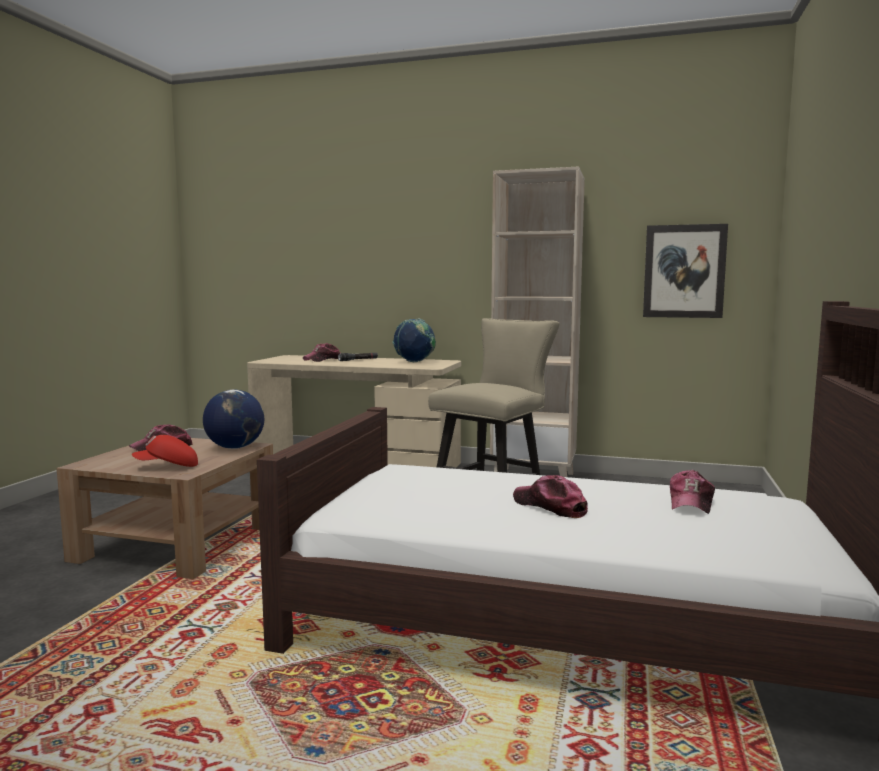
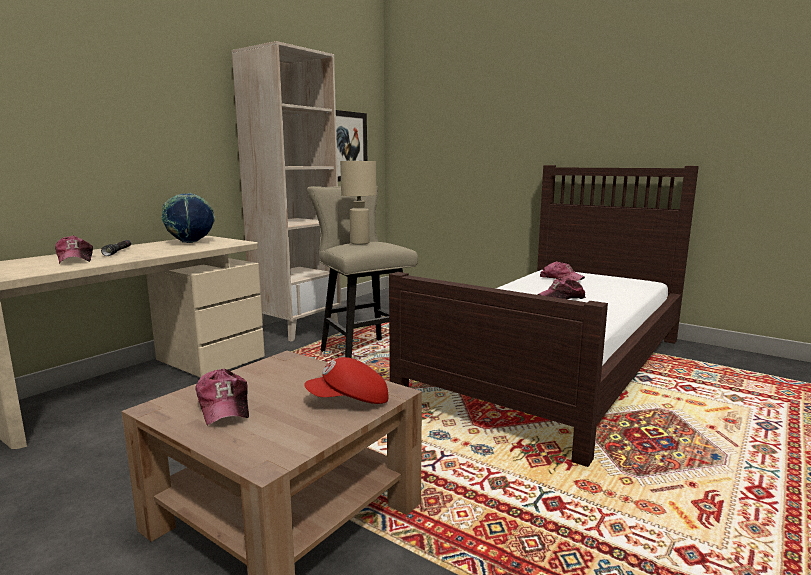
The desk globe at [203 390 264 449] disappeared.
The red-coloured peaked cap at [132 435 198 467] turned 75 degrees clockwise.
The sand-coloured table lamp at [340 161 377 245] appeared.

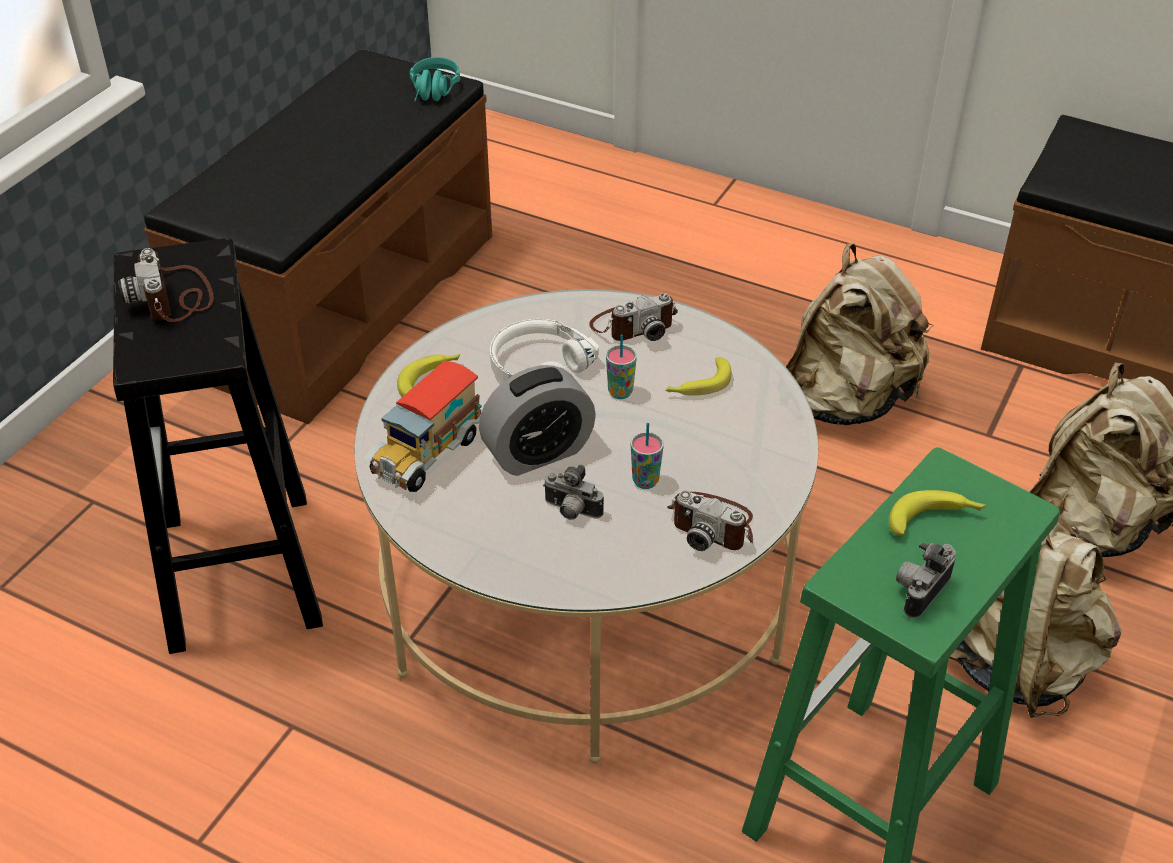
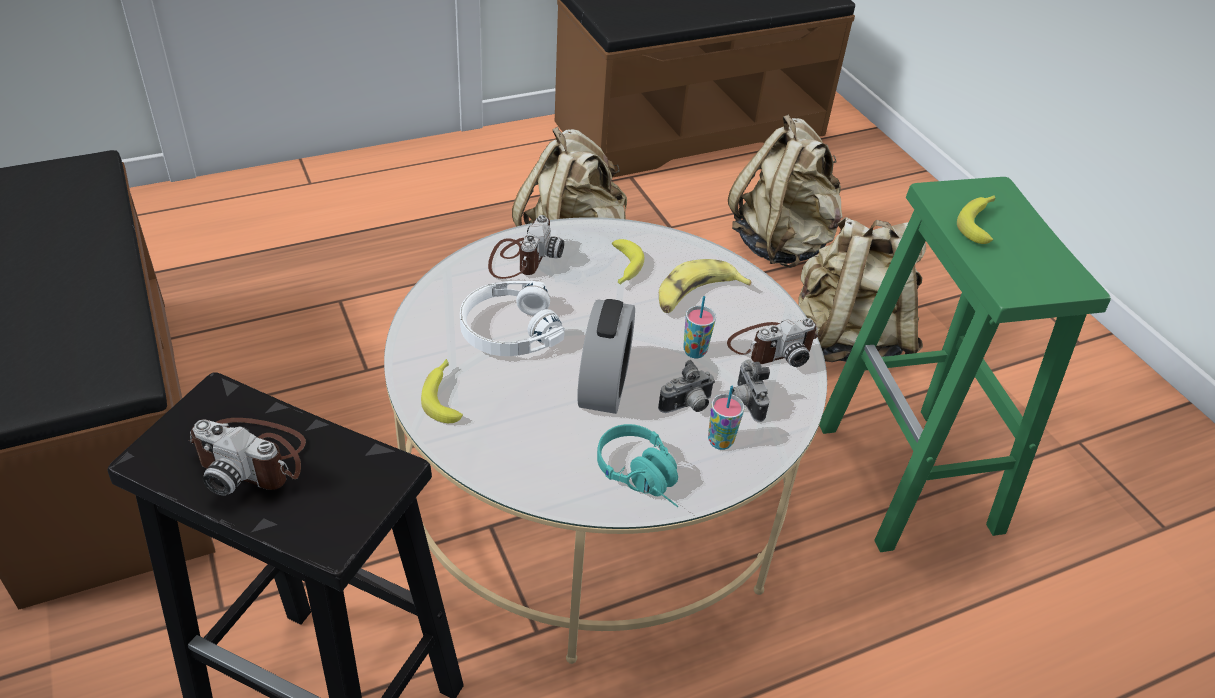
The turquoise headset moved from [409 57 460 102] to [597 424 678 507].
The drinking cup moved from [606 335 637 399] to [708 386 744 450].
The toy lorry at [364 361 482 492] disappeared.
The still camera moved from [896 542 956 618] to [732 360 770 422].
The banana at [659 259 751 313] appeared.

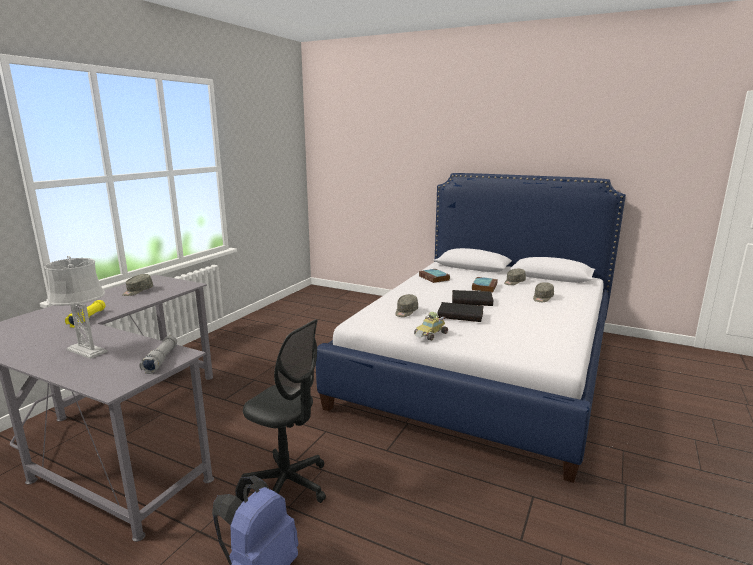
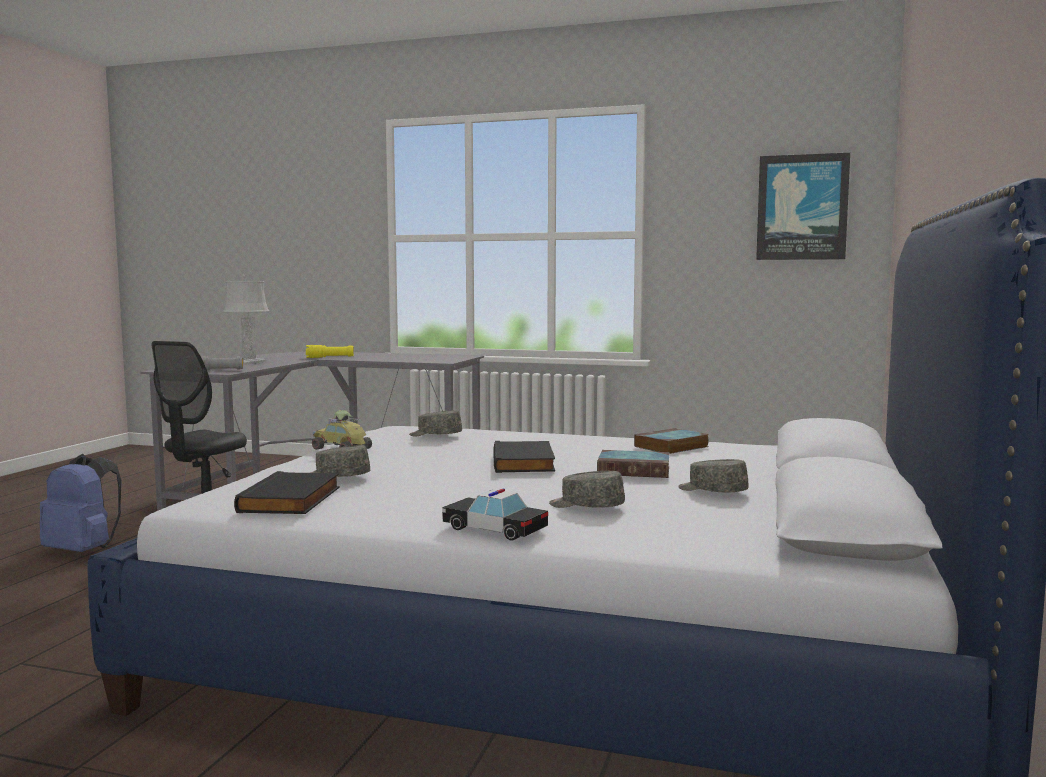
The greyish peaked cap moved from [122 274 153 296] to [310 445 370 477].
The blackish bound book moved from [437 302 484 322] to [234 471 340 514].
The wall picture at [756 153 850 260] appeared.
The miniature car at [442 489 548 541] appeared.

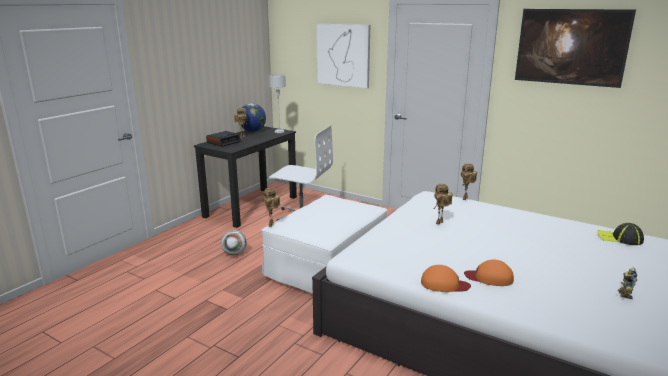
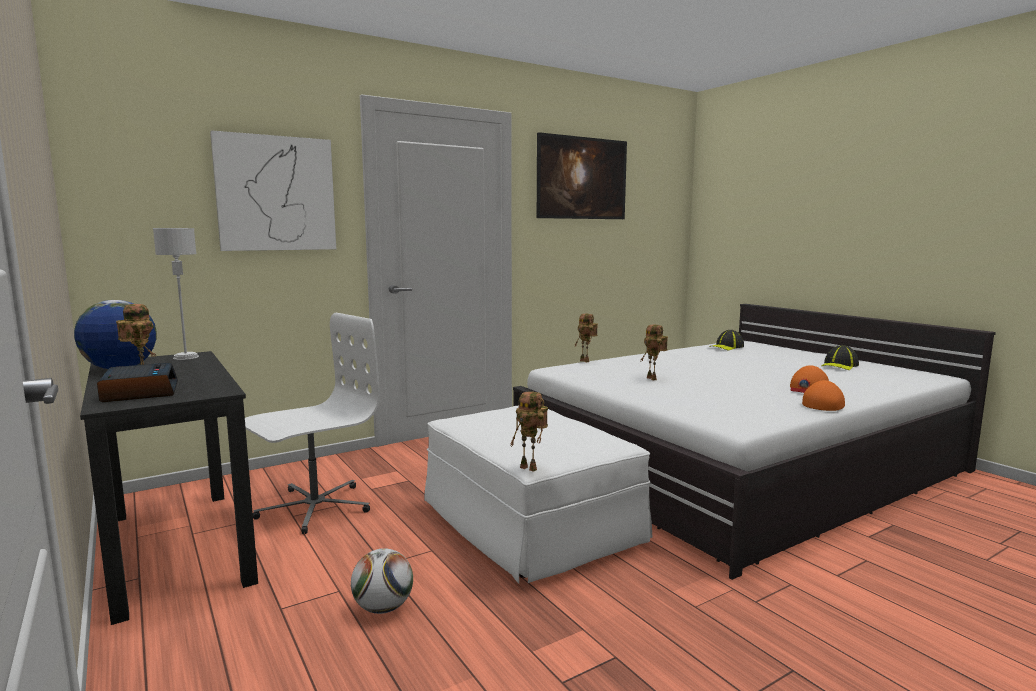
The toy robot at [618 268 638 299] was replaced by the peaked cap at [822 345 859 371].

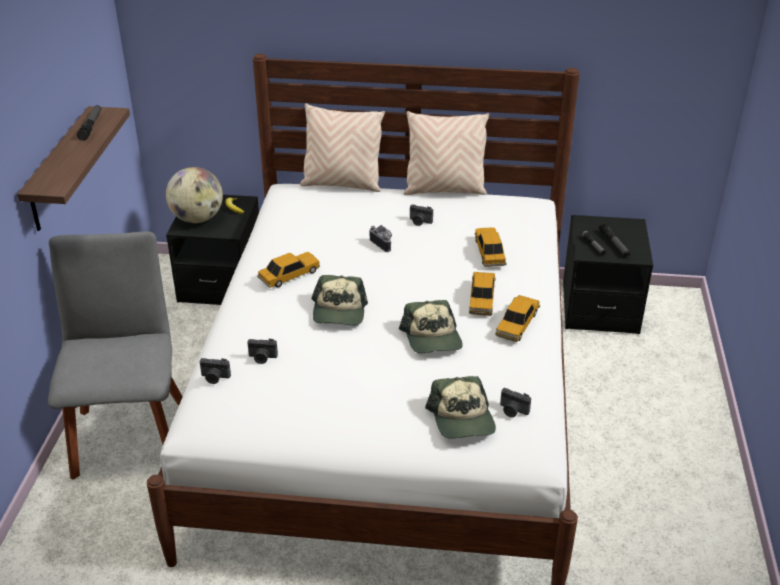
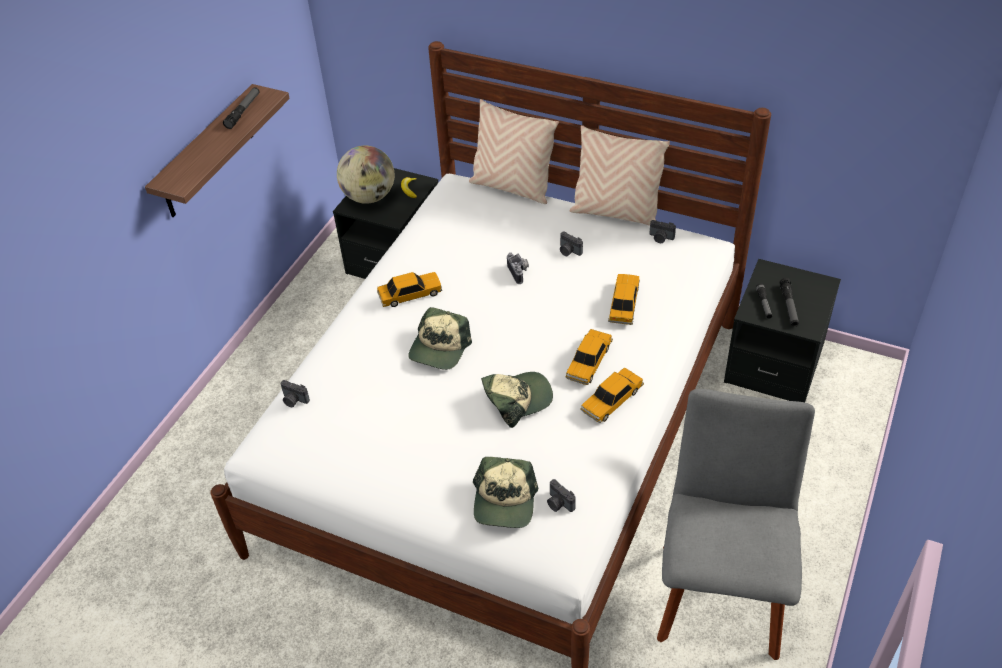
The greyish plain chair moved from [48 231 183 480] to [657 389 815 660].
The peaked cap at [399 300 463 353] turned 120 degrees counterclockwise.
The still camera moved from [247 339 278 364] to [649 220 676 243].

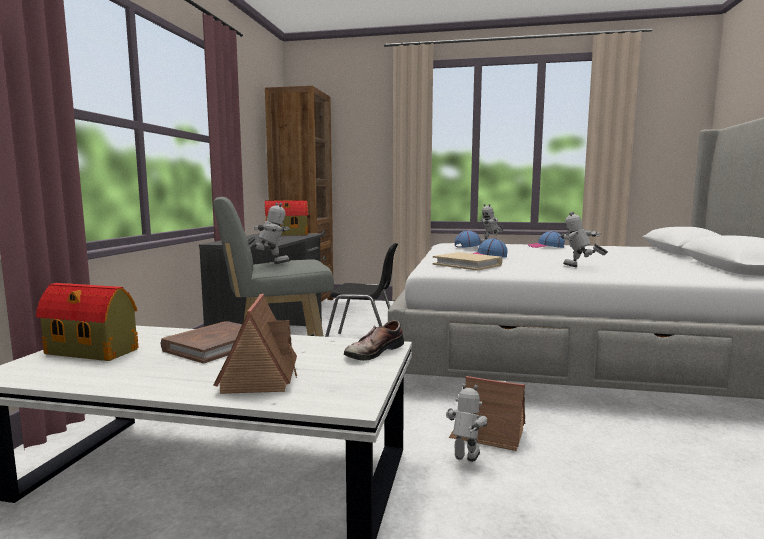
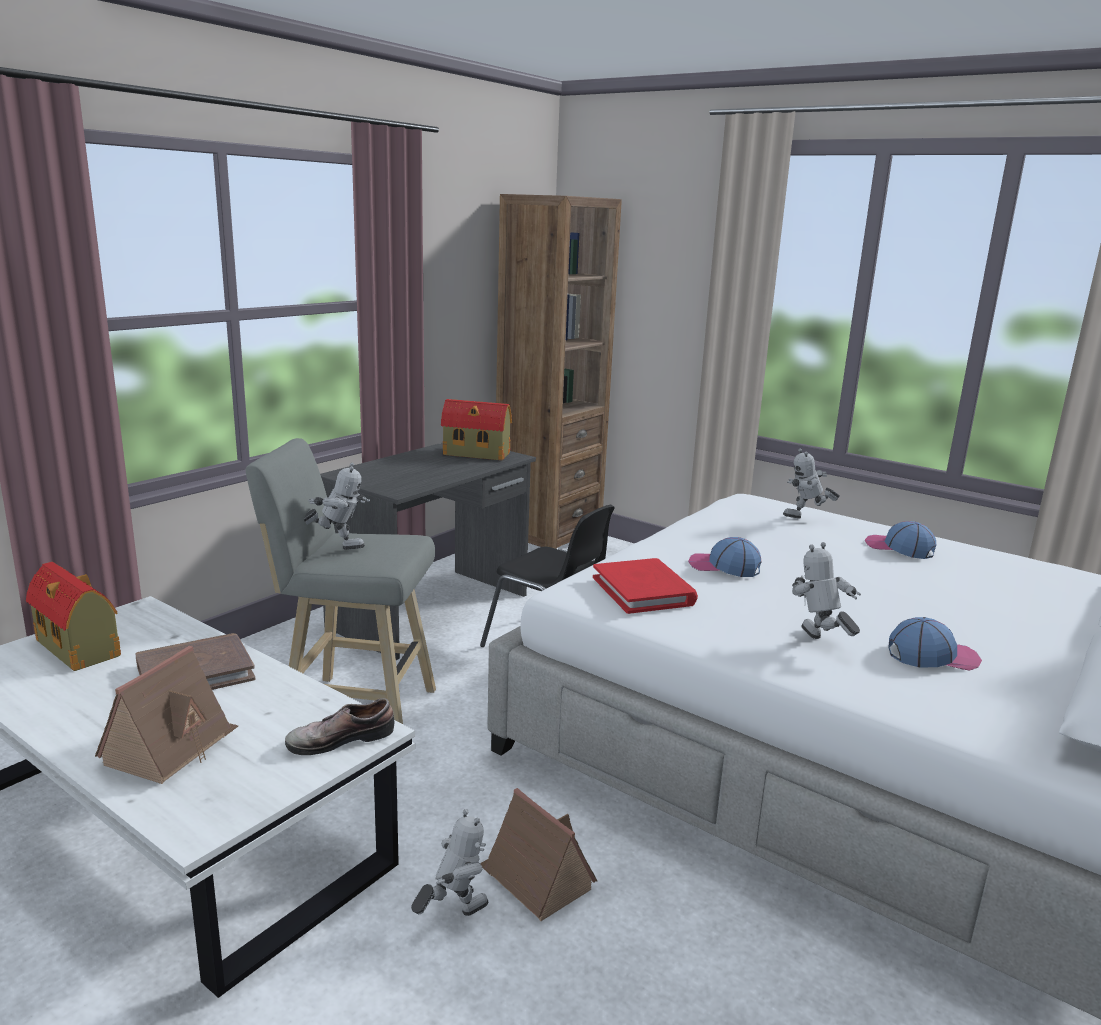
The peaked cap moved from [455 230 481 248] to [889 617 982 671].
The sand-coloured bound book at [433 252 503 271] became the red-coloured bound book at [593 558 698 614].

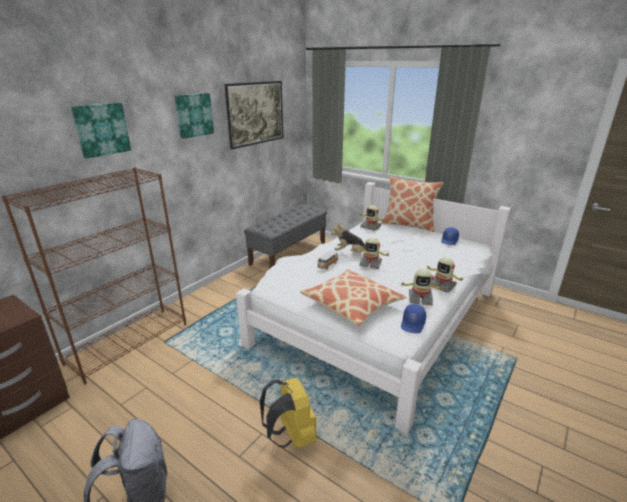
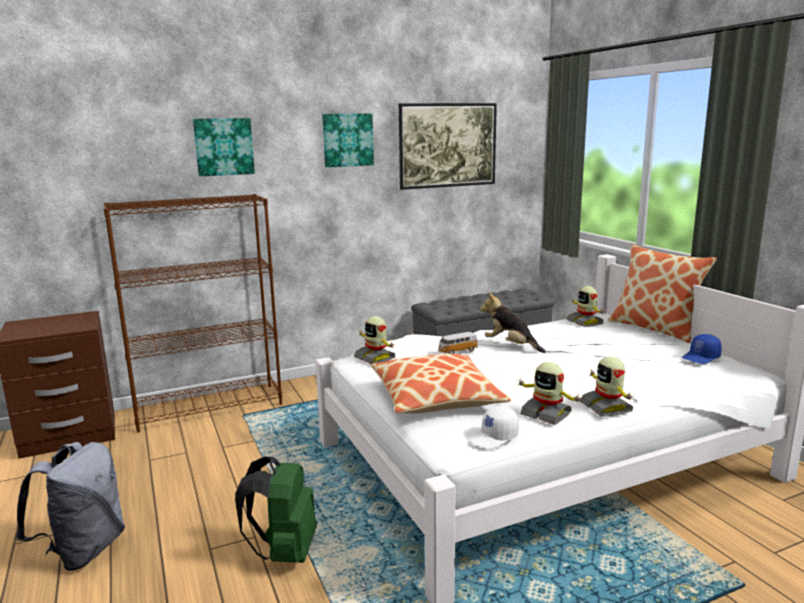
The toy robot moved from [353 238 390 269] to [354 316 396 364].
The blue peaked cap at [401 304 426 333] became the white-coloured peaked cap at [469 406 519 449].
The yellowish rucksack at [260 378 317 448] became the green-coloured rucksack at [235 456 317 563].

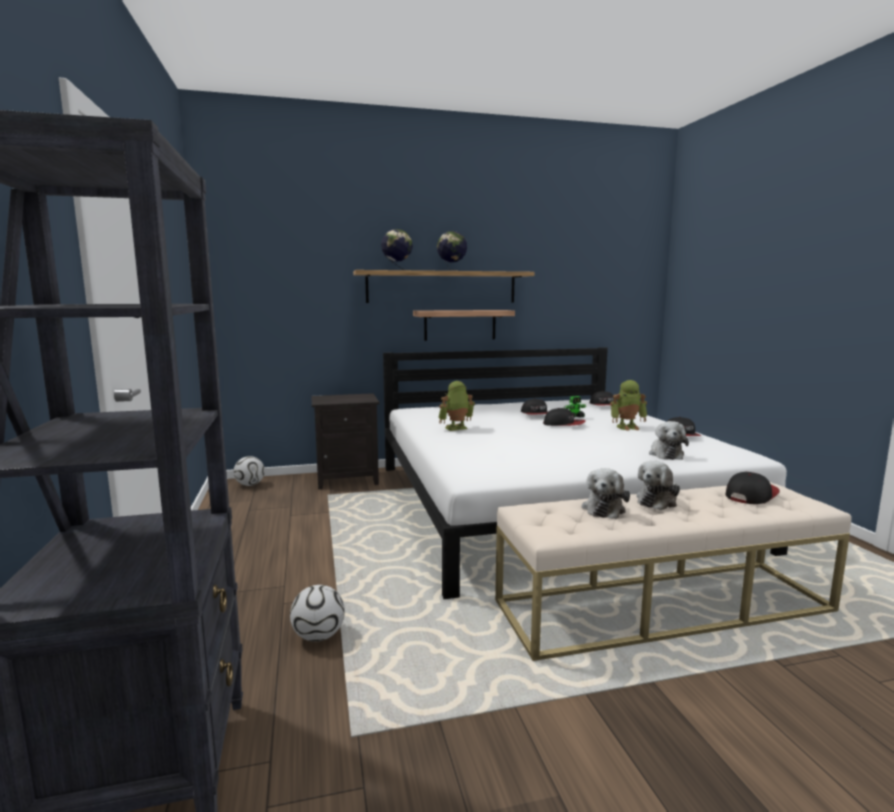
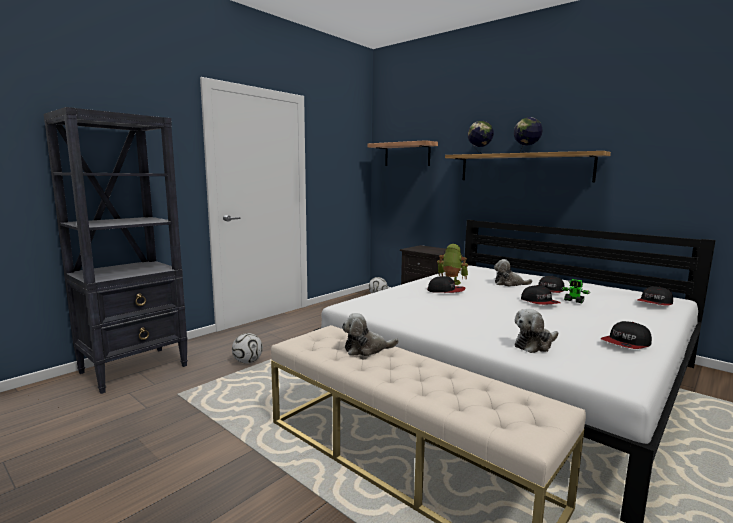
The bracket shelf moved from [413 310 515 341] to [367 140 438 166].
The toy robot at [610 380 647 431] disappeared.
The plush toy moved from [636 461 680 510] to [494 259 533 286].
The peaked cap moved from [726 472 780 504] to [427 276 465 293].

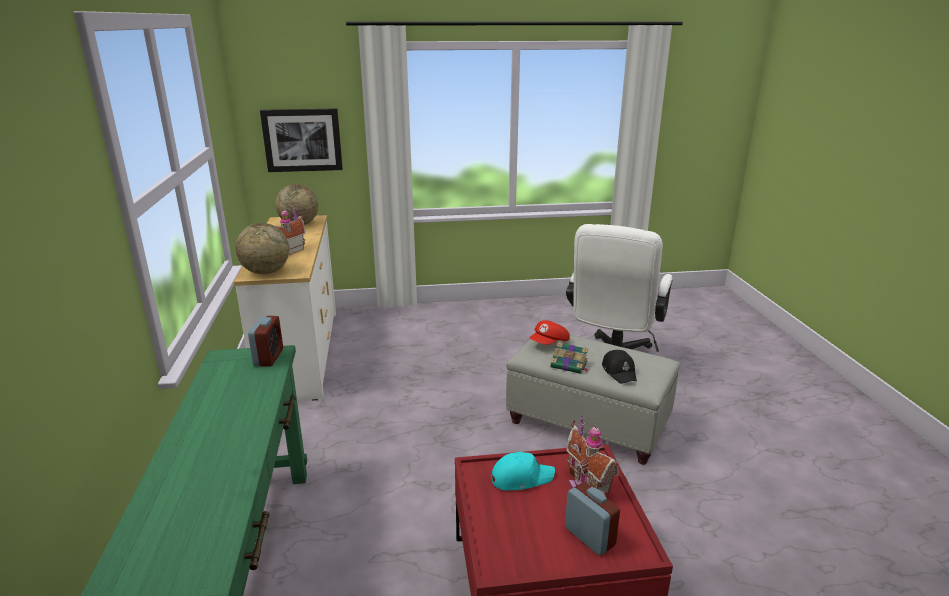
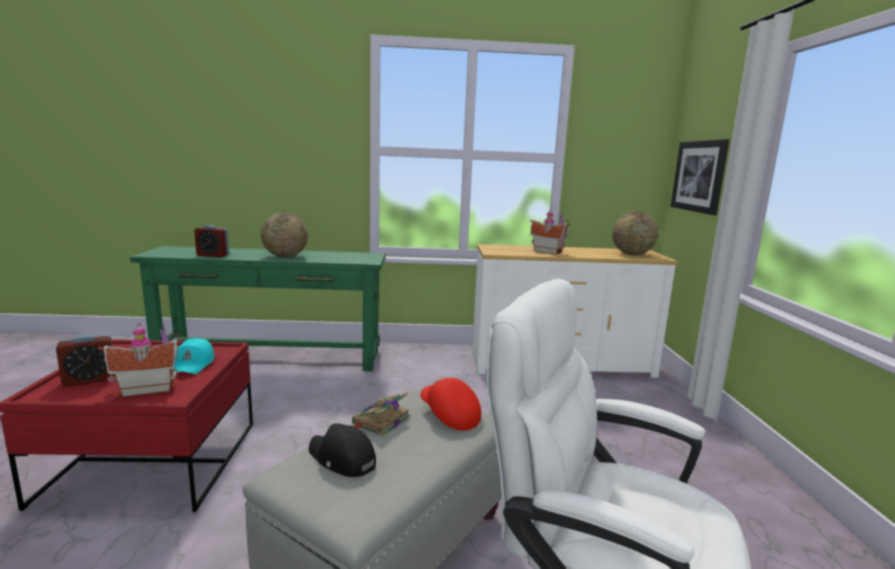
The desk globe moved from [236 223 289 274] to [261 212 308 257].
The table clock moved from [248 316 283 367] to [194 225 229 258].
The blackish peaked cap at [602 350 637 384] turned 45 degrees clockwise.

